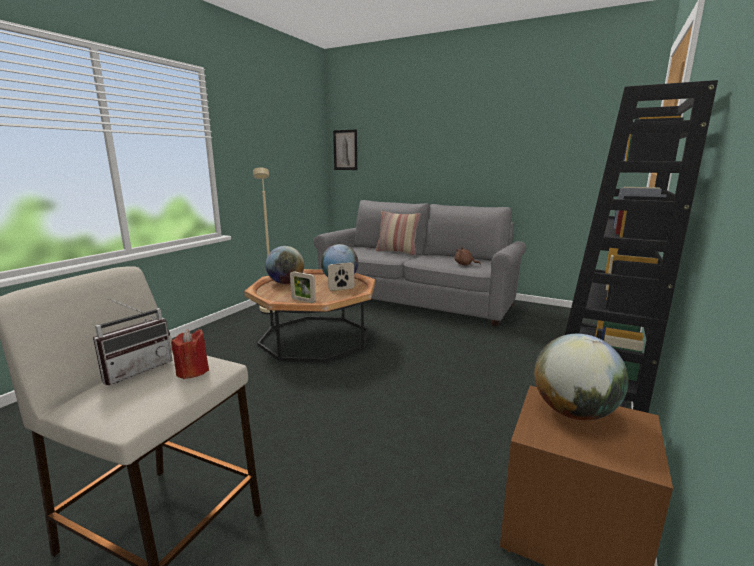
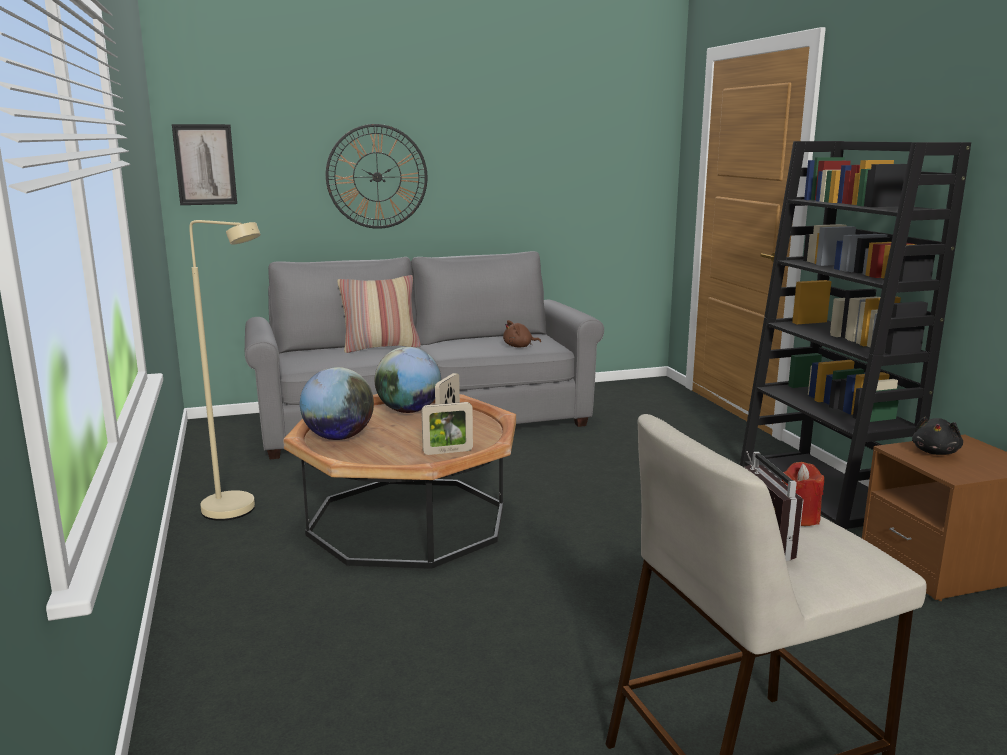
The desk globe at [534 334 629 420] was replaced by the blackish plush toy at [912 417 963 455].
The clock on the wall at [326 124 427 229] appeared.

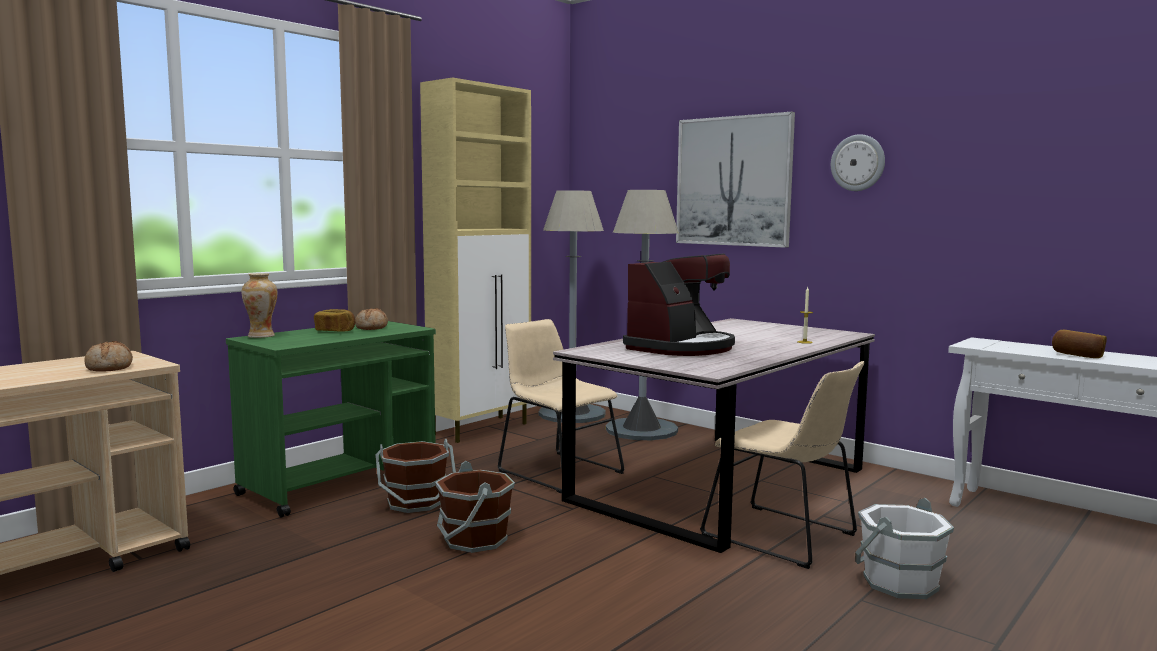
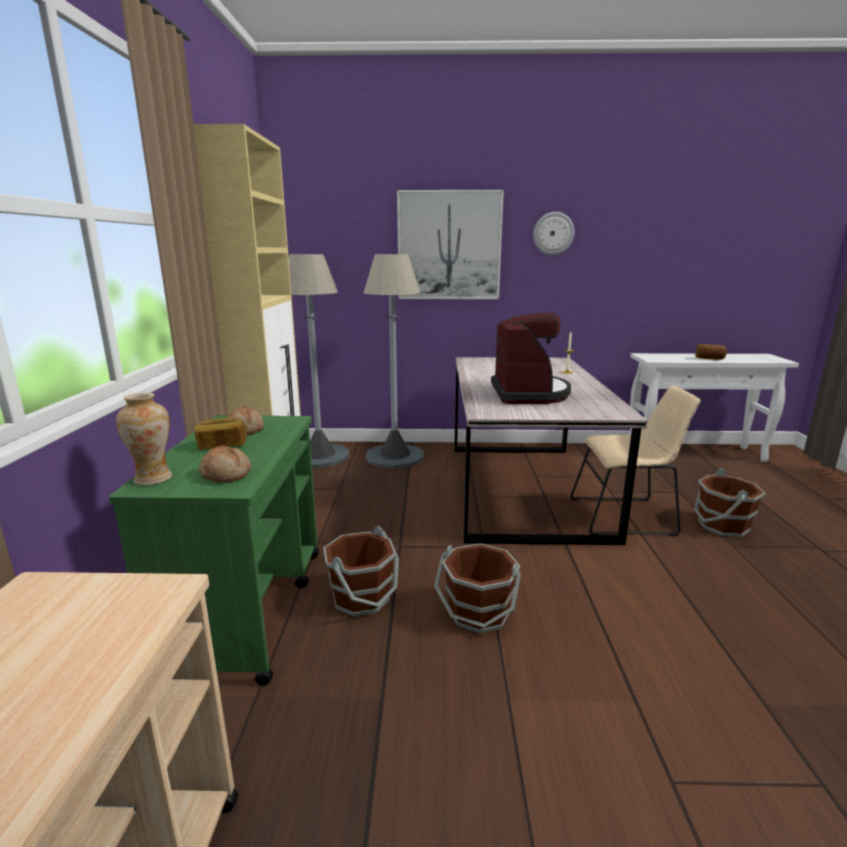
The sand-coloured plain chair at [498 319 625 494] disappeared.
The bread moved from [84 341 133 372] to [199 445 251 482].
The white-coloured water bucket at [855 498 954 599] became the brown water bucket at [694 468 765 537].

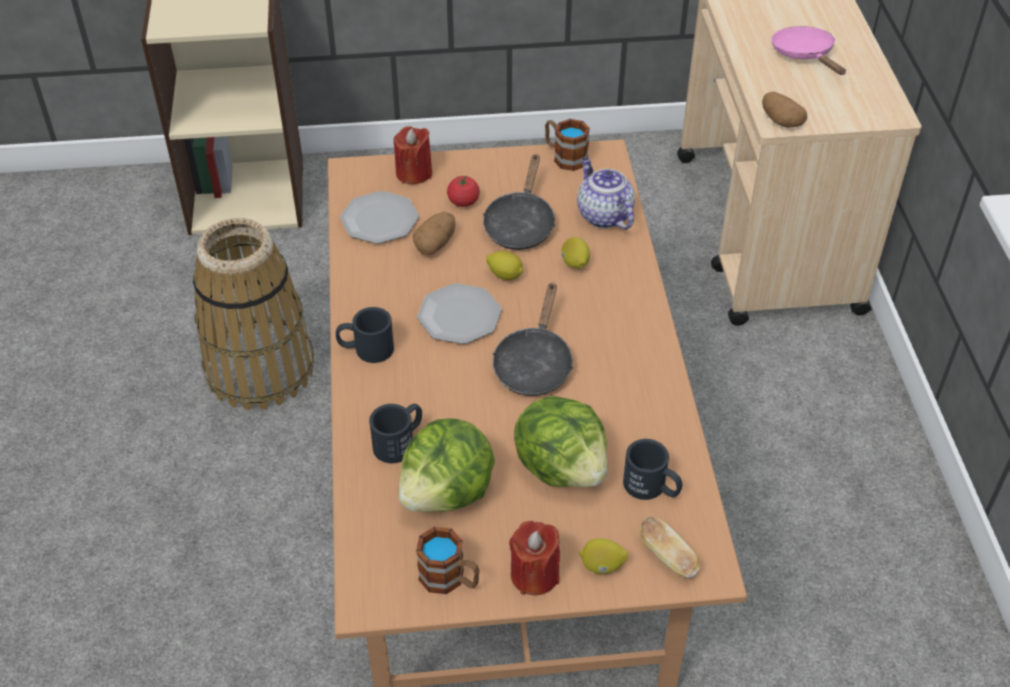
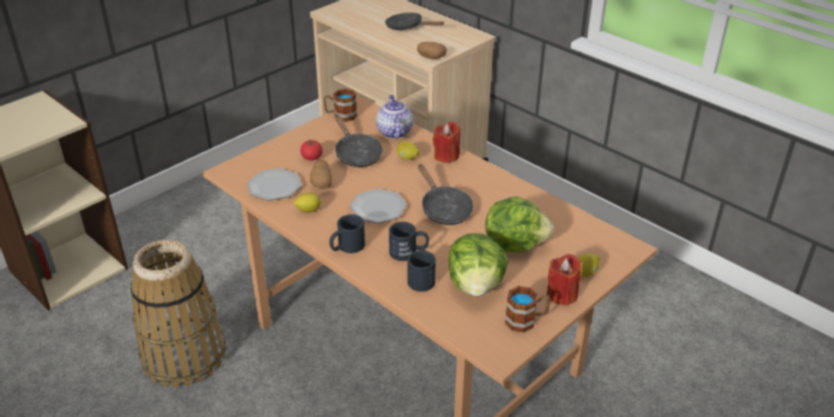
The pink-coloured frying pan at [772 26 846 75] became the blackish frying pan at [385 12 444 30].
The red-coloured wax candle moved from [393 126 432 184] to [433 122 460 163].
The teapot at [577 157 635 230] turned 60 degrees clockwise.
The citrus fruit moved from [486 251 523 280] to [294 192 322 213].
The blackish mug moved from [623 439 682 500] to [389 222 429 261].
The bread at [640 516 701 578] disappeared.

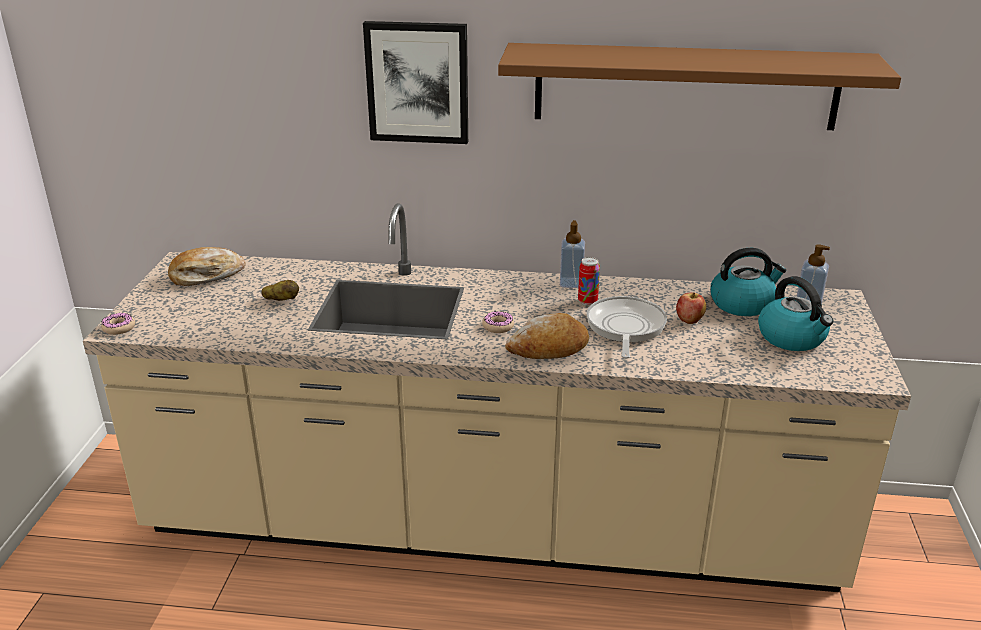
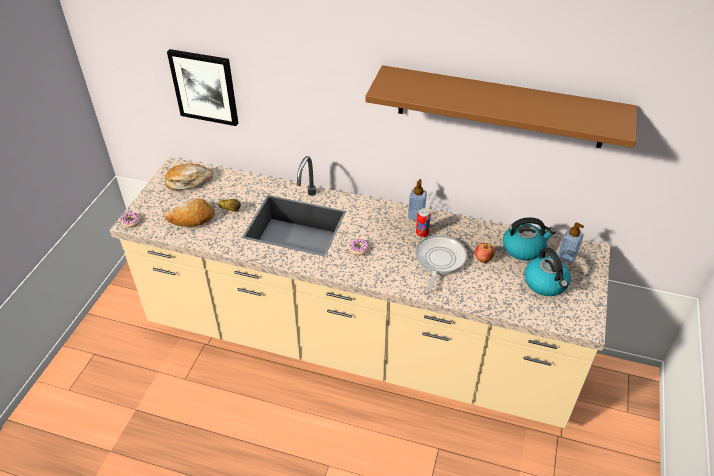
The wall picture moved from [363 21 468 144] to [167 49 238 126].
The bread moved from [505 313 589 359] to [164 198 215 227].

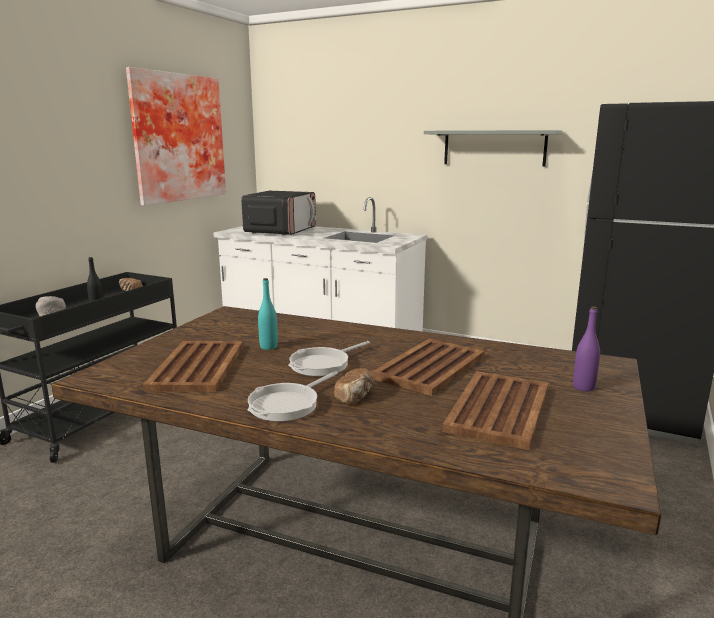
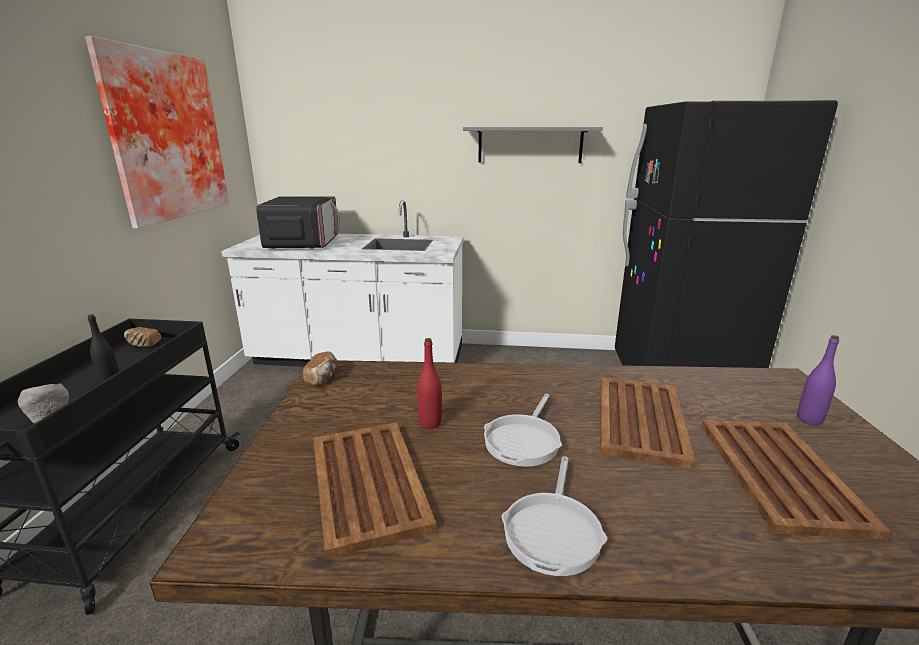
The turquoise drink bottle at [258 278 278 350] became the red-coloured drink bottle at [417 338 442 429].
The bread moved from [334 368 373 404] to [303 351 337 385].

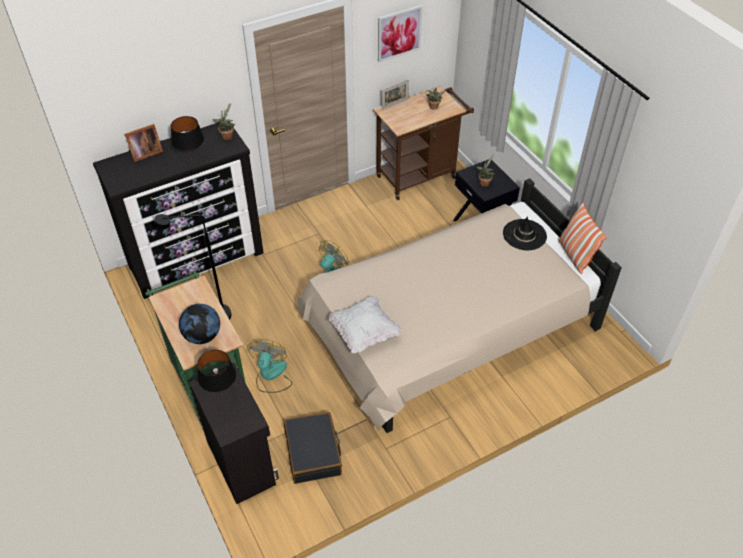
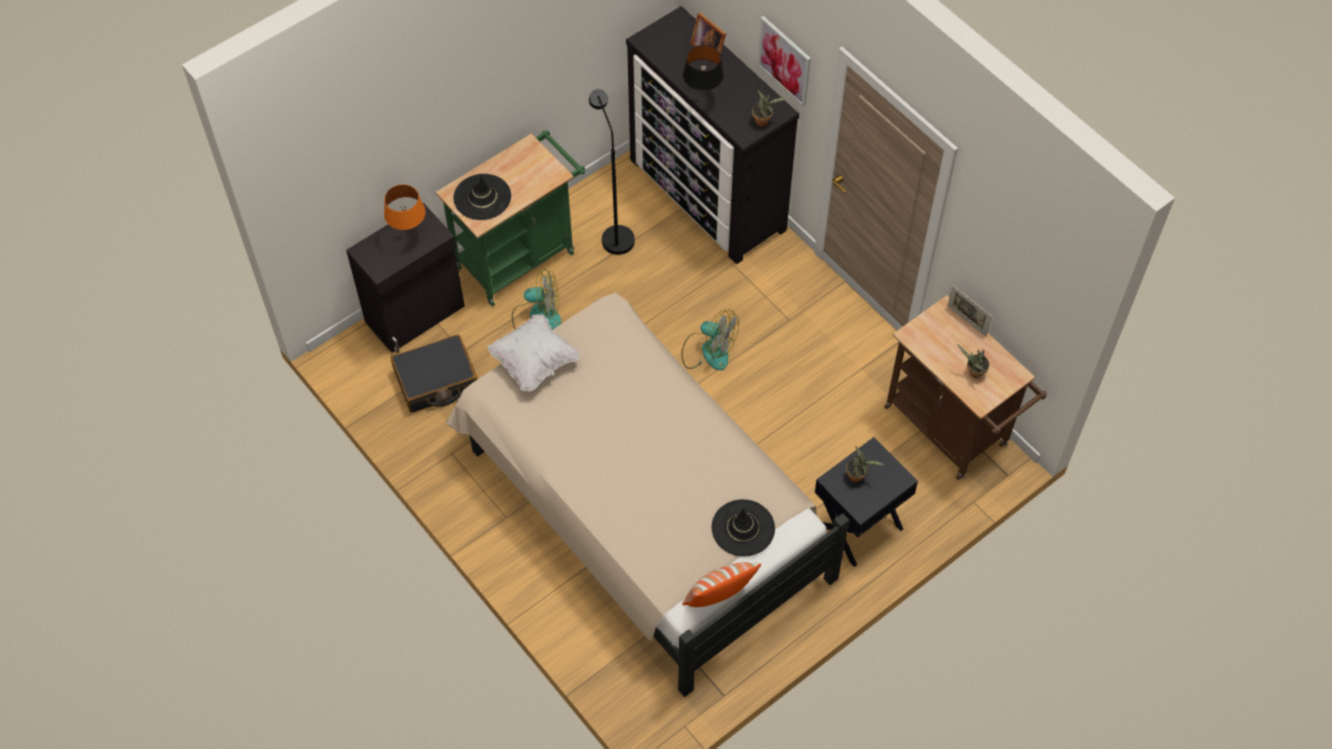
The wall picture moved from [378 5 423 62] to [758 16 811 107].
The desk globe at [179 304 220 344] was replaced by the blackish clothing hat at [453 174 511 220].
The blackish table lamp at [197 350 236 395] became the orange table lamp at [384 184 425 236].

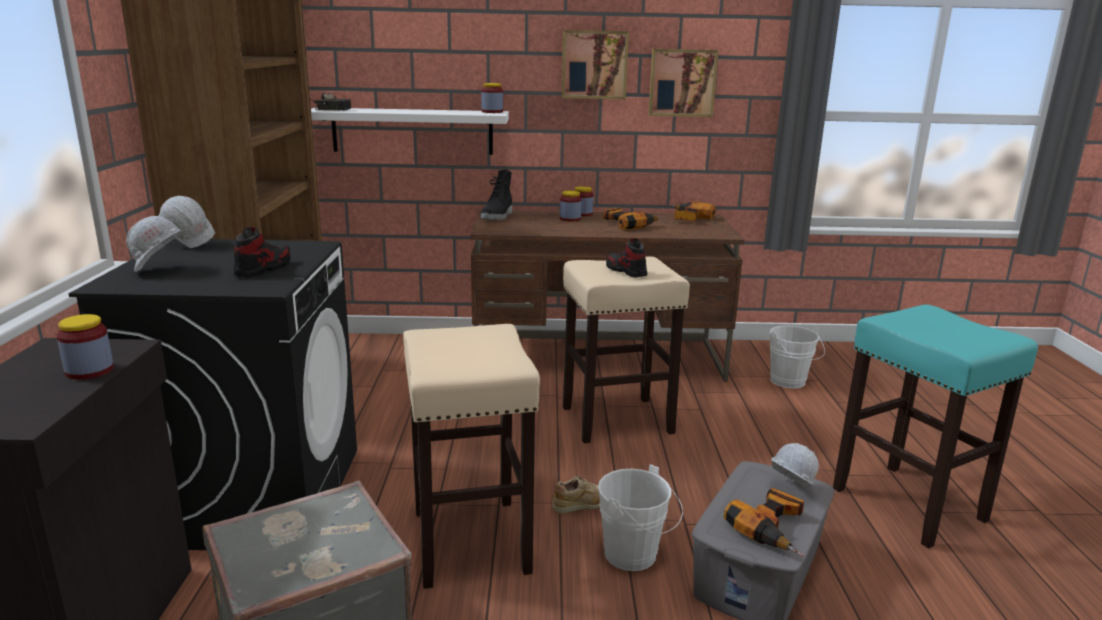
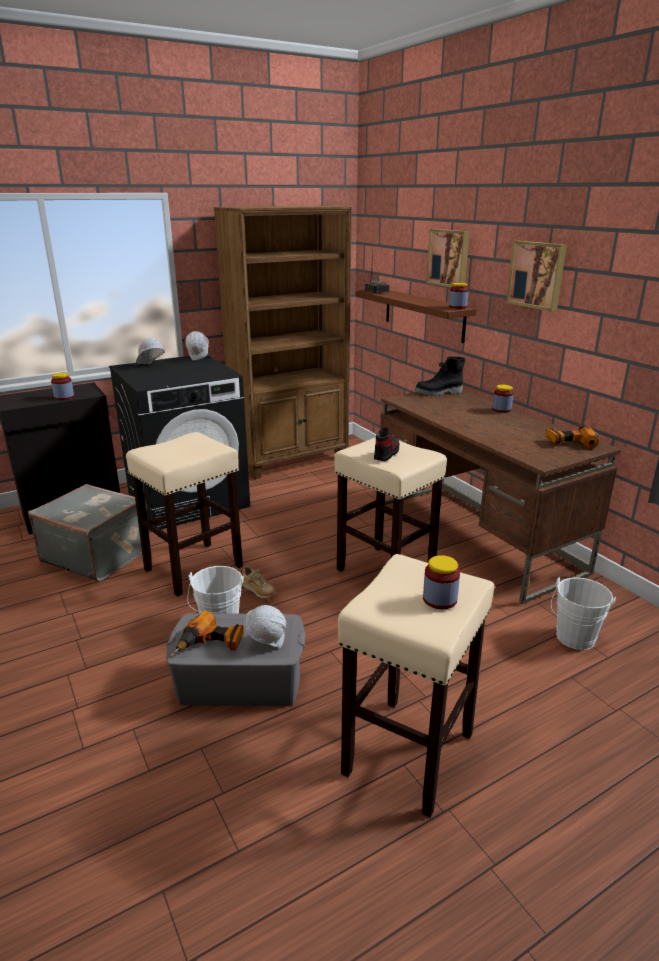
The wall picture moved from [648 49 719 117] to [426 229 470 288].
The white-coloured bracket shelf at [311 108 509 155] became the brown bracket shelf at [355 290 477 343].
The storage jar moved from [560 191 582 222] to [423 555 460 609].
The electric drill at [603 208 665 230] disappeared.
The low shoe at [234 226 290 278] disappeared.
The turquoise stool seat at [833 305 1038 549] became the sand-coloured stool seat at [338 554 494 818].

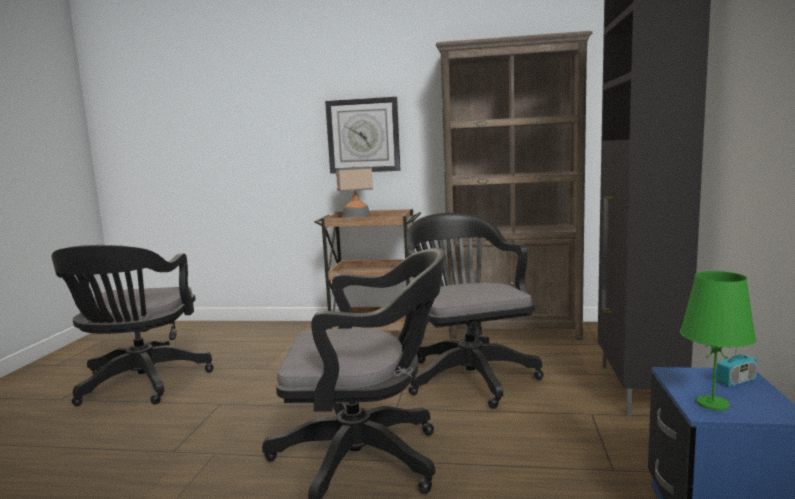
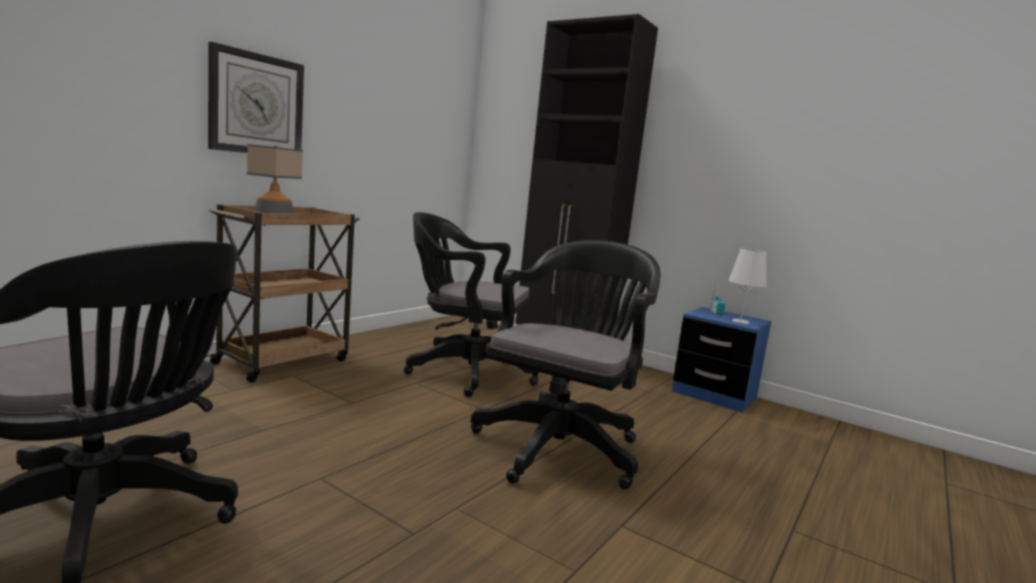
The brown bookshelf at [436 31 593 340] disappeared.
The green-coloured table lamp at [680 271 756 411] became the white-coloured table lamp at [728 248 767 324].

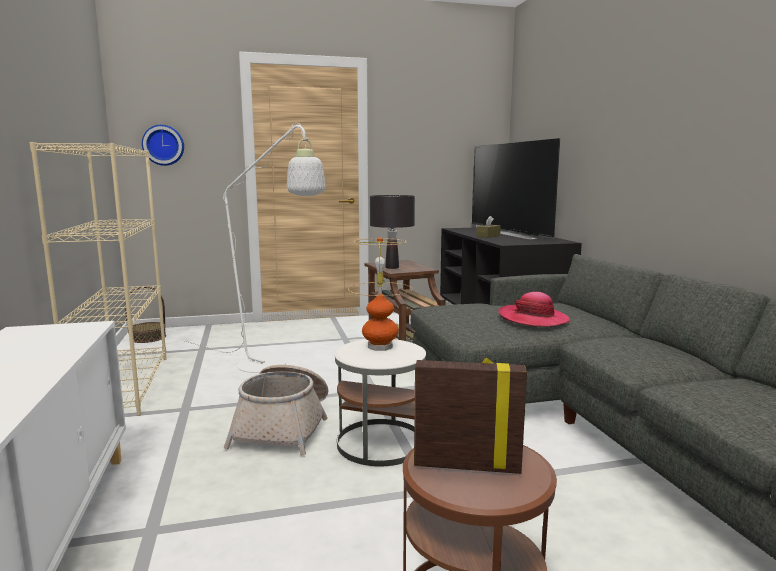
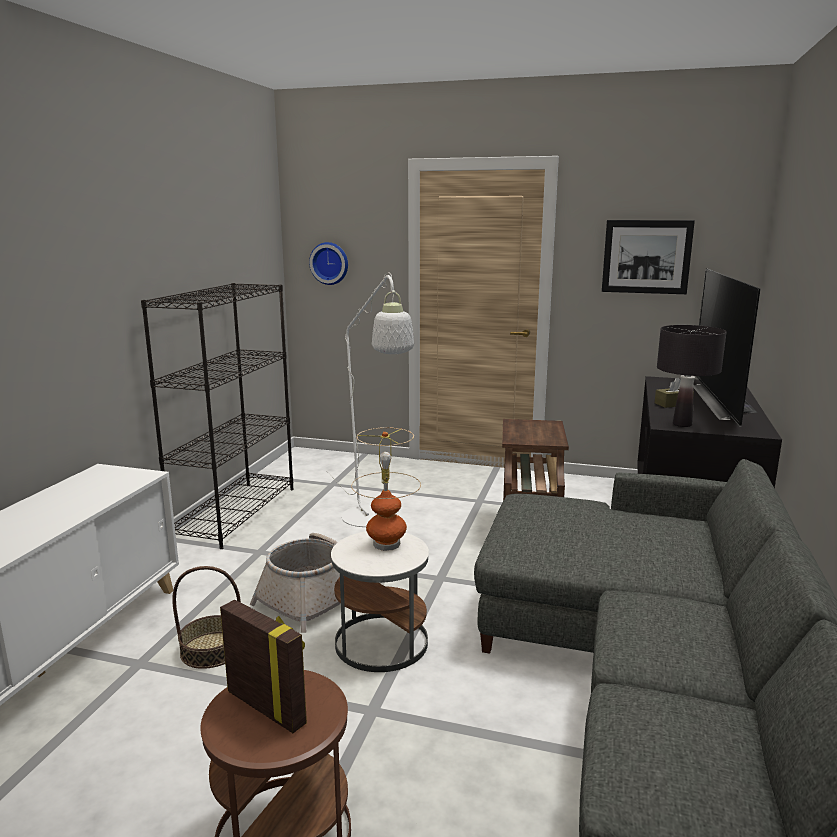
The sand-coloured bookshelf at [29 142 167 416] became the blackish bookshelf at [141 283 293 549].
The blackish table lamp moved from [370 195 415 269] to [657 325 727 427].
The household basket moved from [125 287 166 343] to [172 566 241 669].
The clothing hat at [498 292 571 327] disappeared.
The wall picture at [602 220 695 294] appeared.

